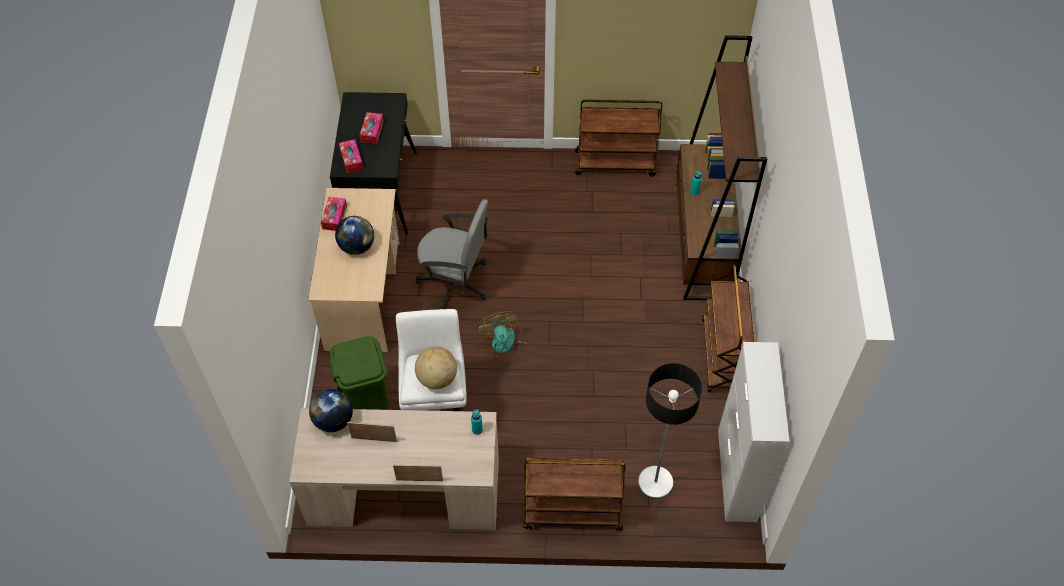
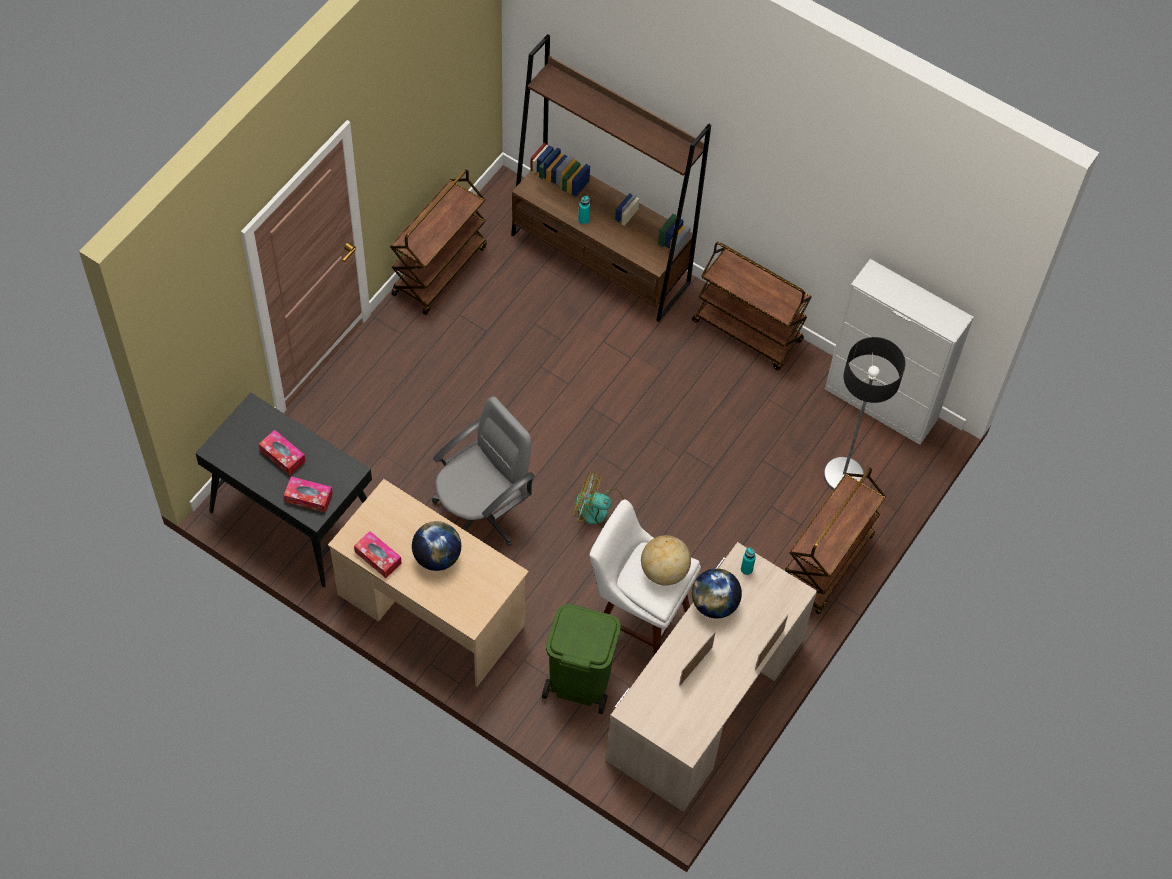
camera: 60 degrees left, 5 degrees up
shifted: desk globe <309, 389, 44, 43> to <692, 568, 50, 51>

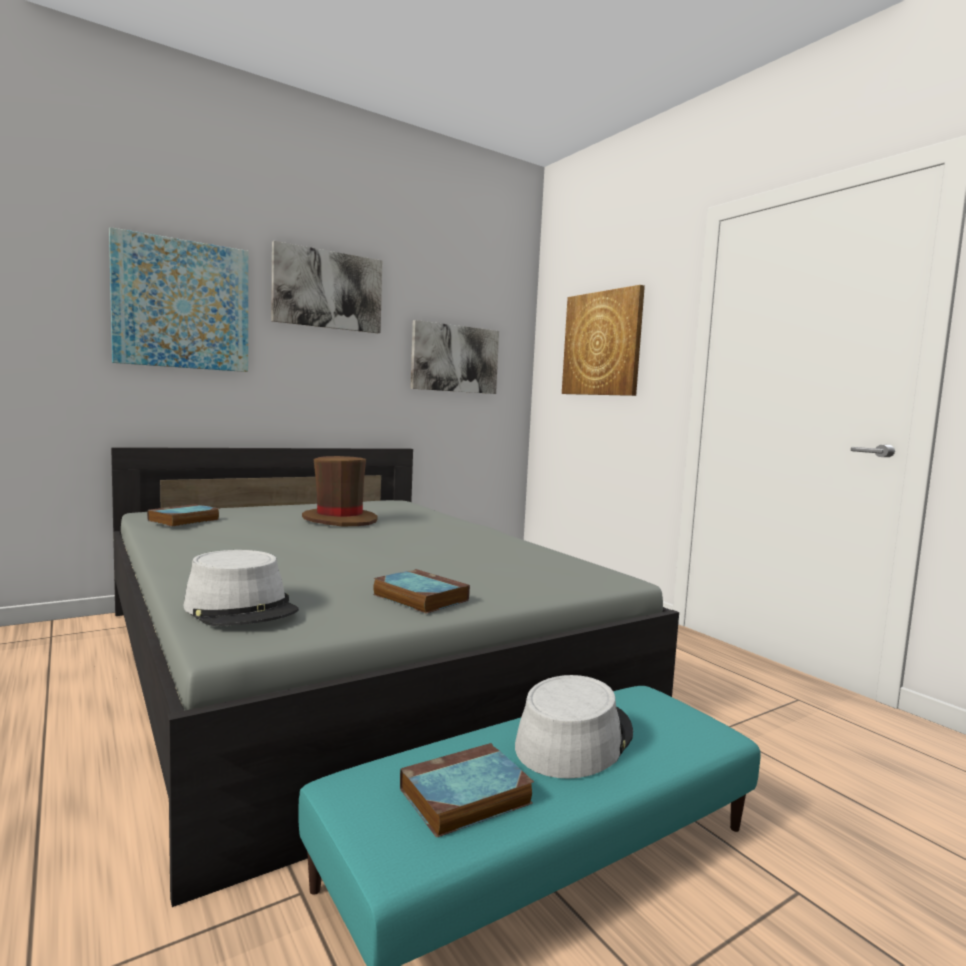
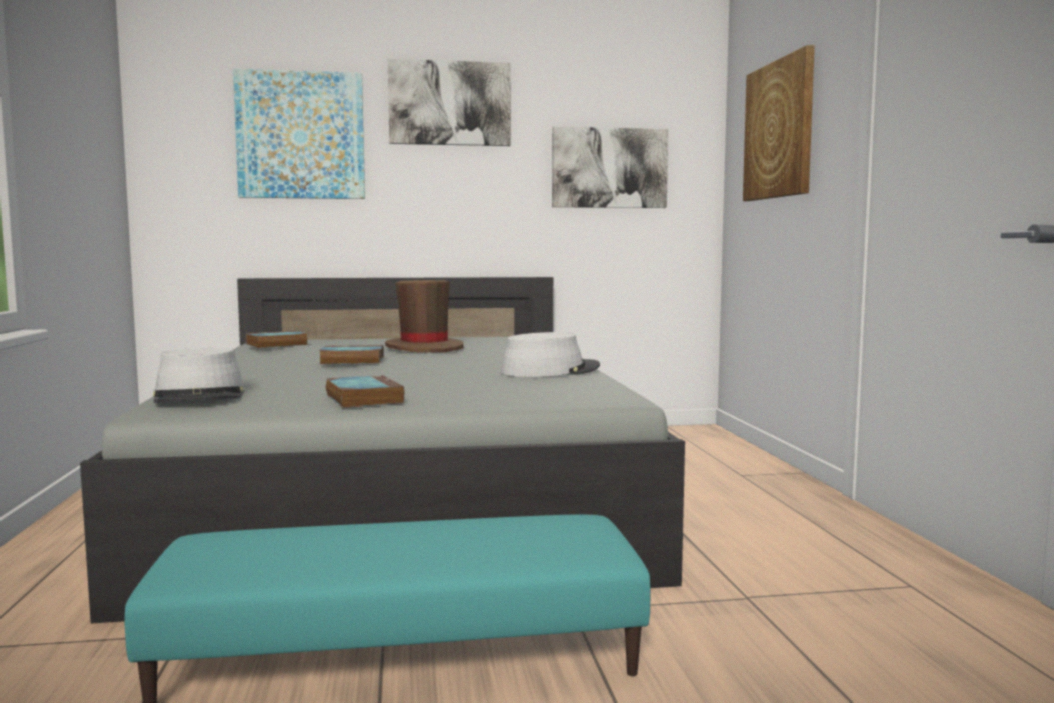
camera: 25 degrees right, 0 degrees up
shifted: bound book <400, 743, 134, 95> to <319, 345, 65, 19>; hat/greyish <515, 675, 118, 104> to <501, 332, 99, 45>

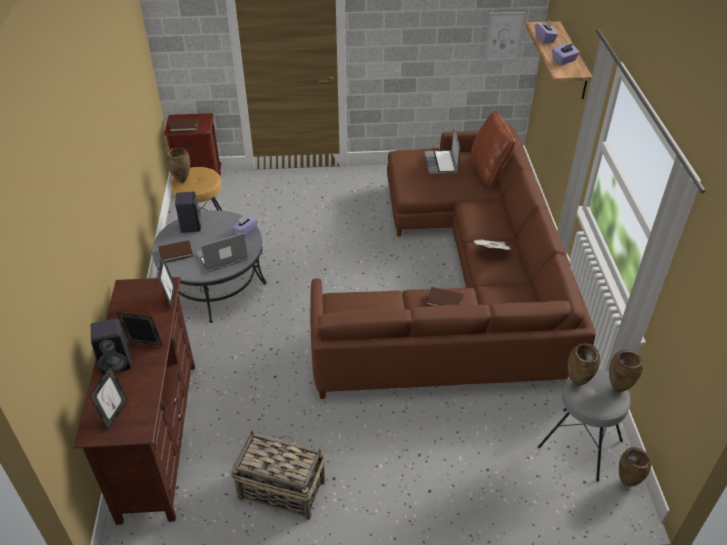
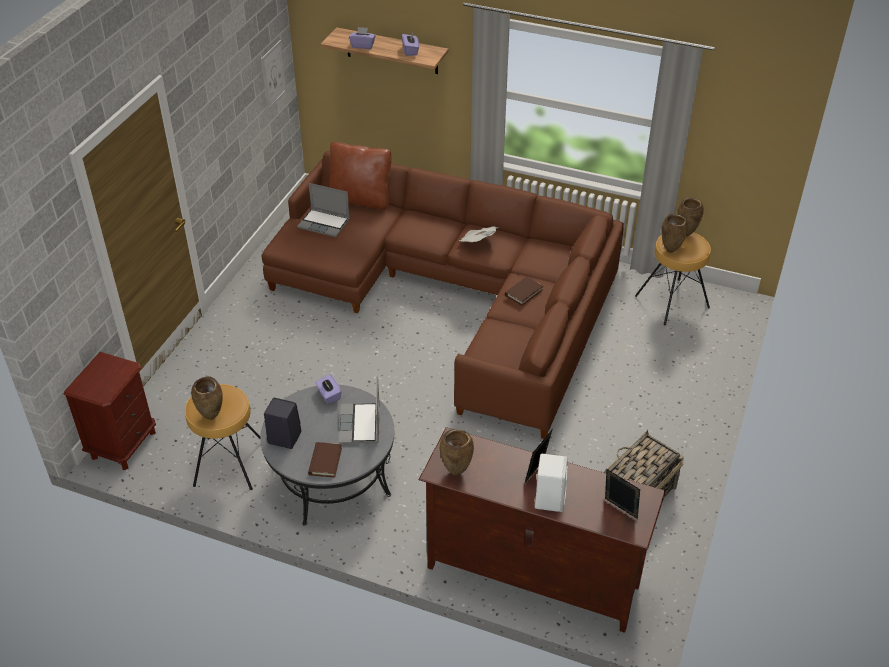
camera: 65 degrees left, 0 degrees up
gone: standing frame <158, 255, 17, 55>; bound book/brownish <169, 118, 29, 14>
shifted: decorative vase/brownish <619, 447, 32, 40> to <440, 429, 34, 47>
repainted: audio speaker/black <91, 318, 40, 57> to audio speaker/whitish <535, 454, 33, 58>; stool seat/greyish <538, 369, 93, 112> to stool seat/brownish <635, 232, 76, 93>

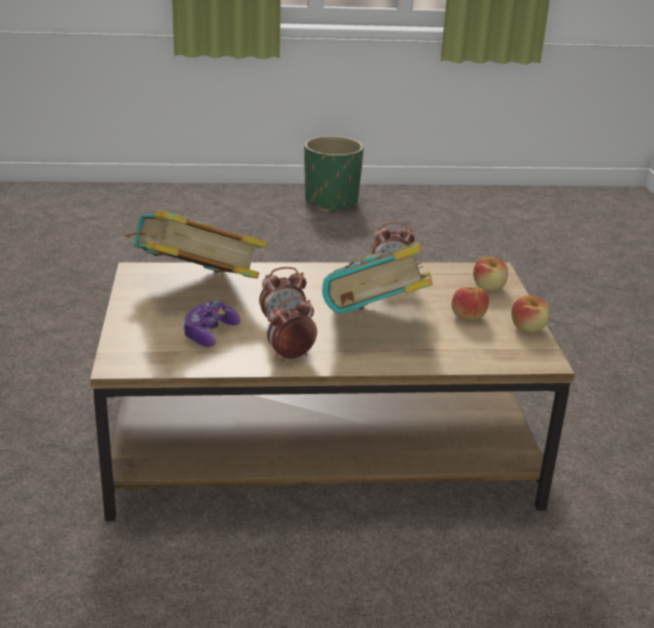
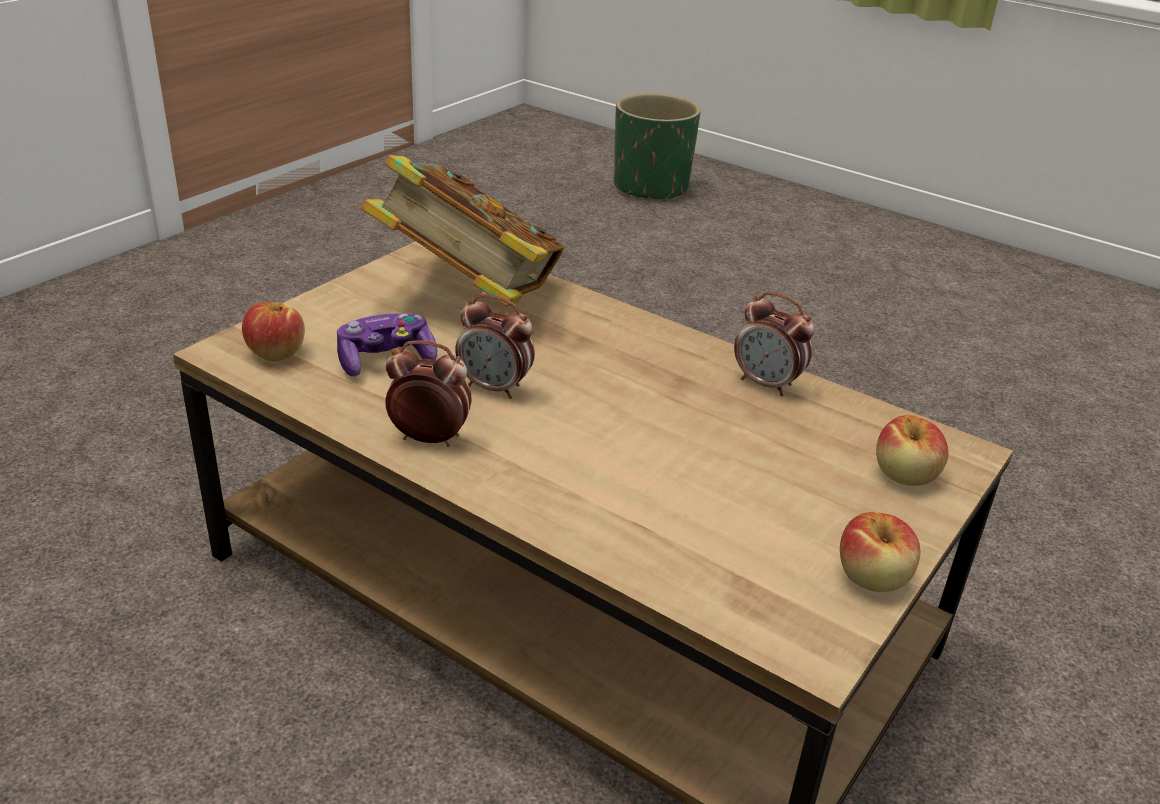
camera: 40 degrees right, 5 degrees up
gone: bound book <322, 242, 111, 72>
shifted: flower pot/green-coloured <304, 136, 60, 76> to <614, 93, 87, 108>; apple fruit <452, 286, 37, 34> to <242, 302, 63, 59>

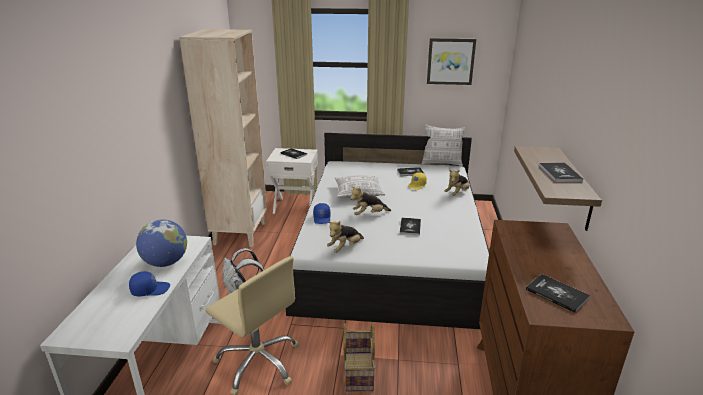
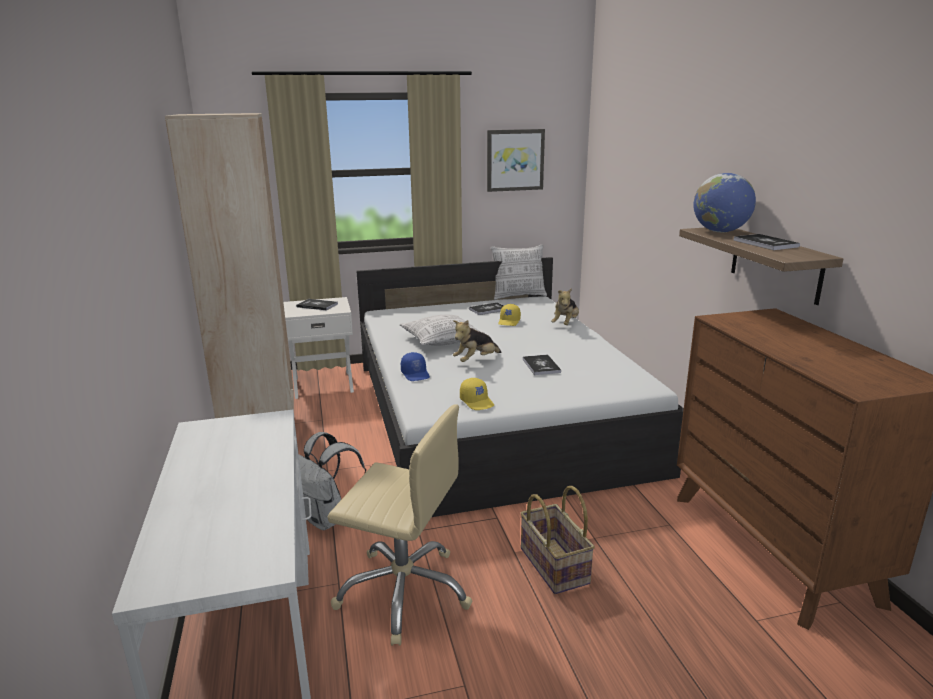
camera: 20 degrees left, 5 degrees down
gone: baseball cap/blue-coloured <129, 271, 41, 26>; bound book <526, 274, 64, 39>
shifted: desk globe <136, 219, 51, 48> to <693, 173, 63, 60>
swapped: soft toy <327, 221, 37, 32> to baseball cap/yellow <460, 378, 34, 32>

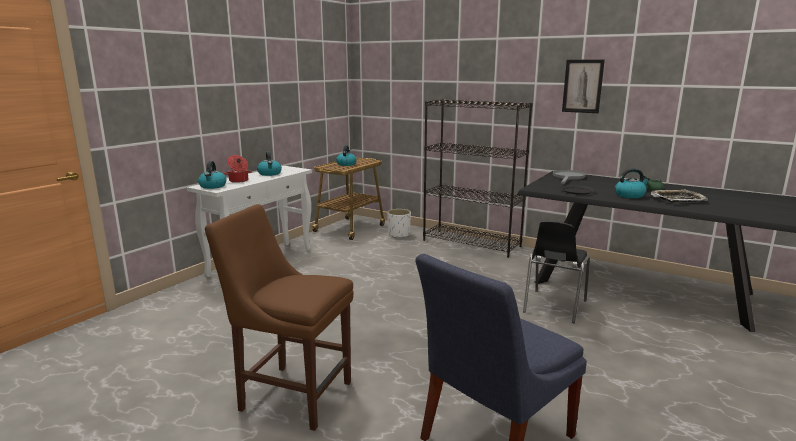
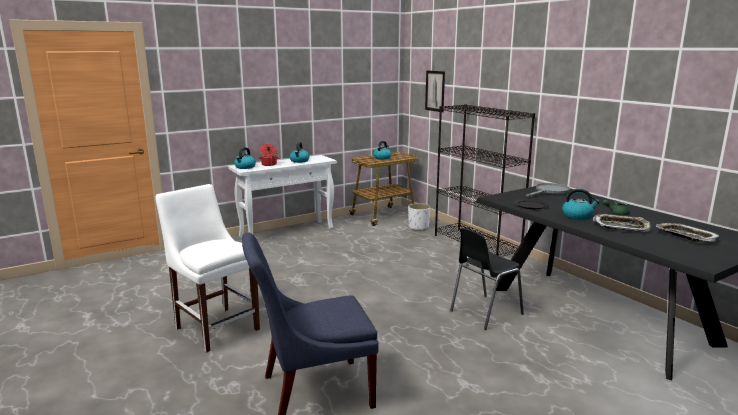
camera: 25 degrees right, 0 degrees up
new: tray <656, 223, 63, 19>
shifted: picture <562, 59, 43, 54> to <425, 71, 20, 41>
repainted: plain chair/brownish <205, 204, 148, 227> to plain chair/whitish <155, 184, 105, 169>

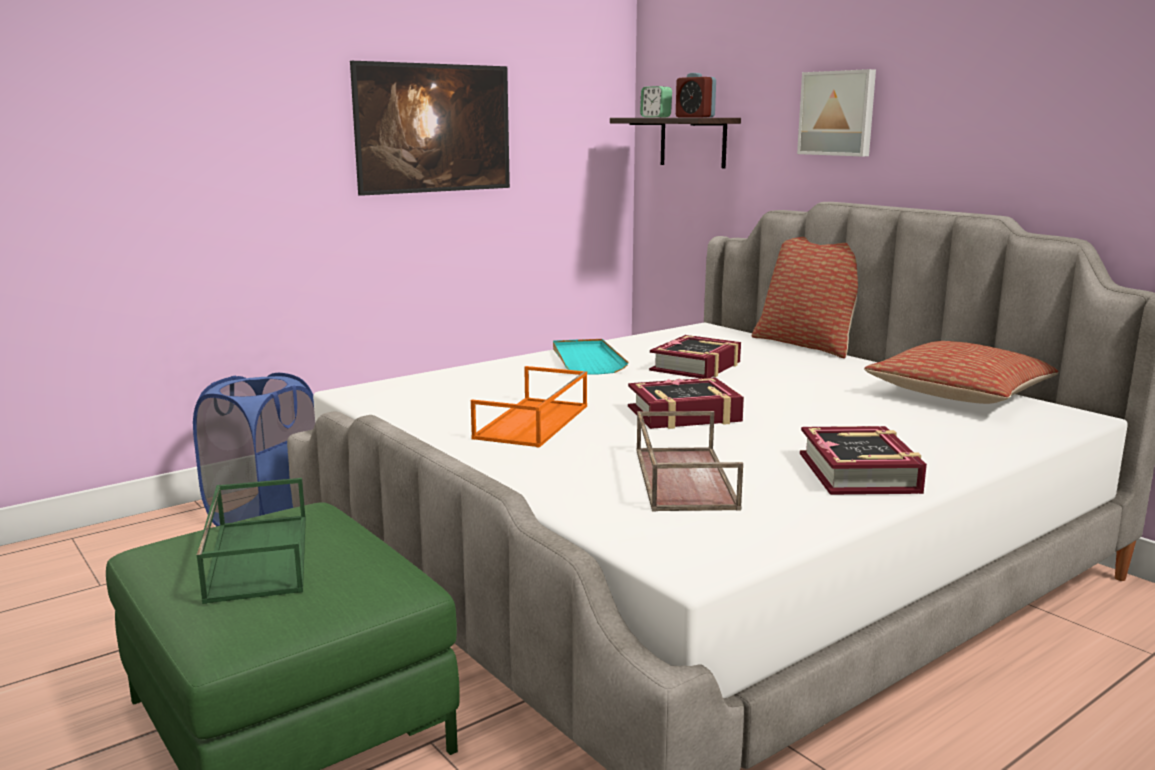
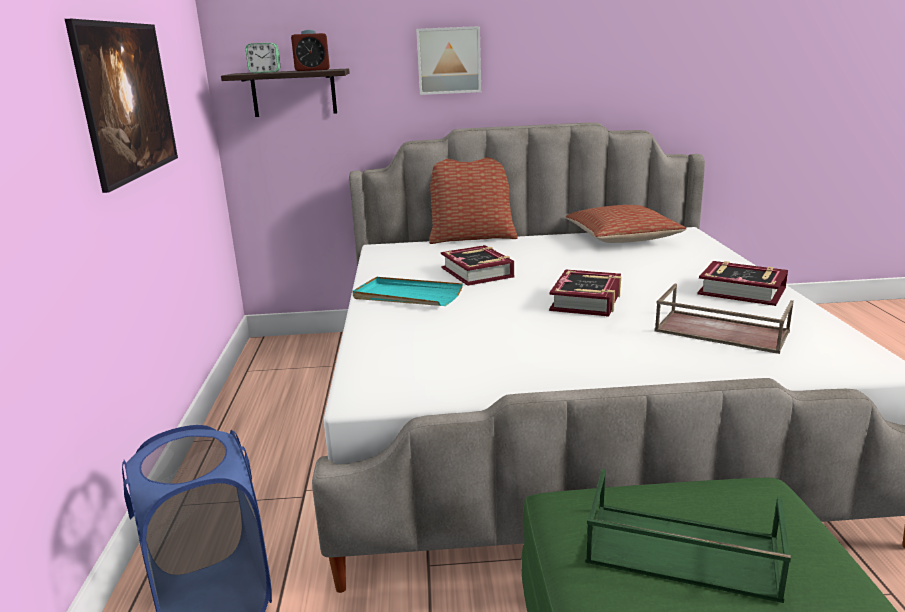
camera: 55 degrees left, 5 degrees up
gone: tray/orange <471, 366, 116, 82>

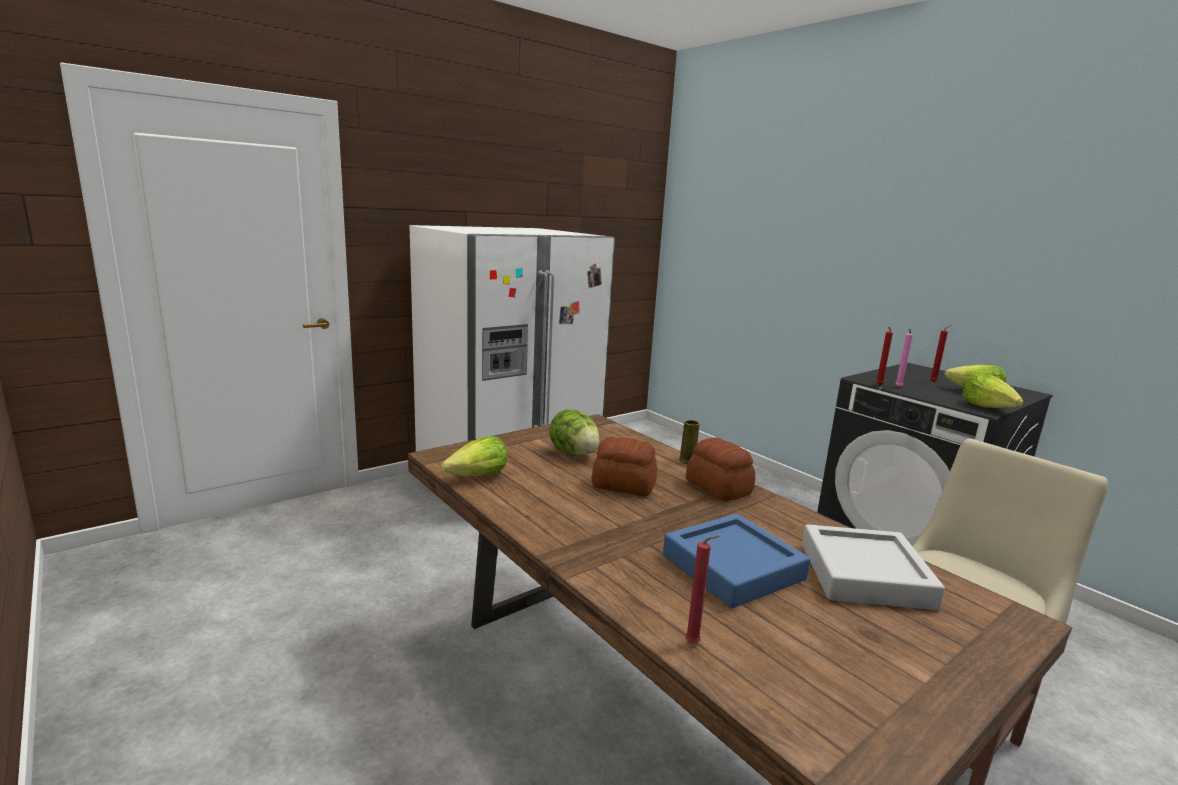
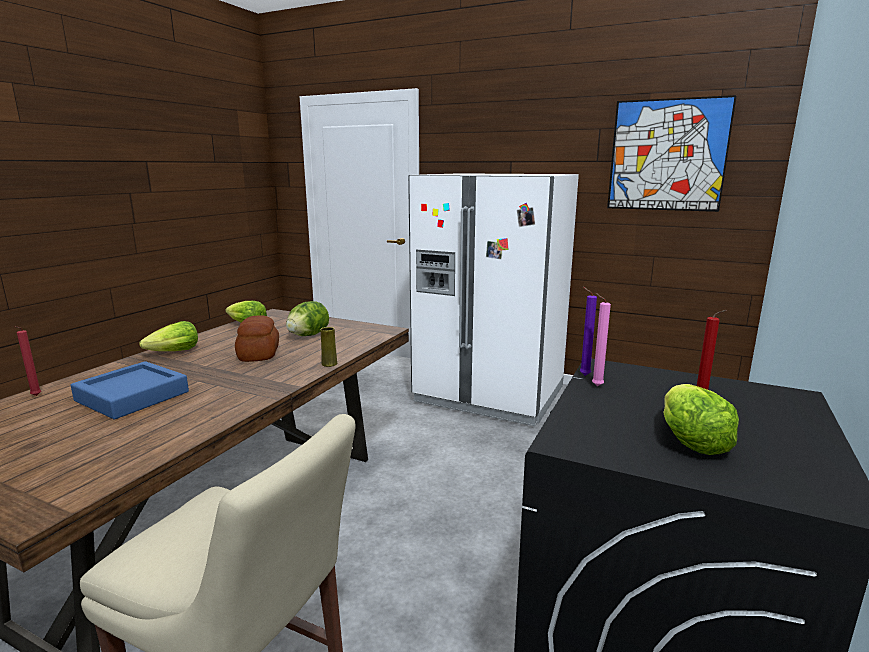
camera: 65 degrees right, 0 degrees up
gone: bread <686, 438, 69, 63>; tray/greyish <802, 524, 143, 86>
new: picture <607, 95, 130, 117>
shifted: lettuce <962, 373, 61, 35> to <139, 321, 59, 30>
repainted: wax light/red <876, 327, 17, 58> to wax light/purplish <580, 287, 17, 89>

